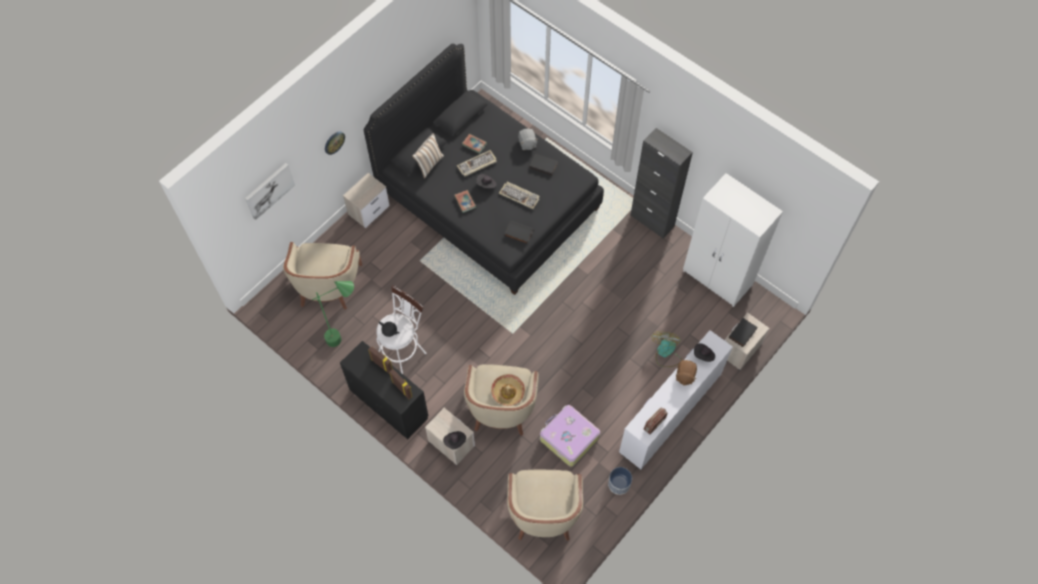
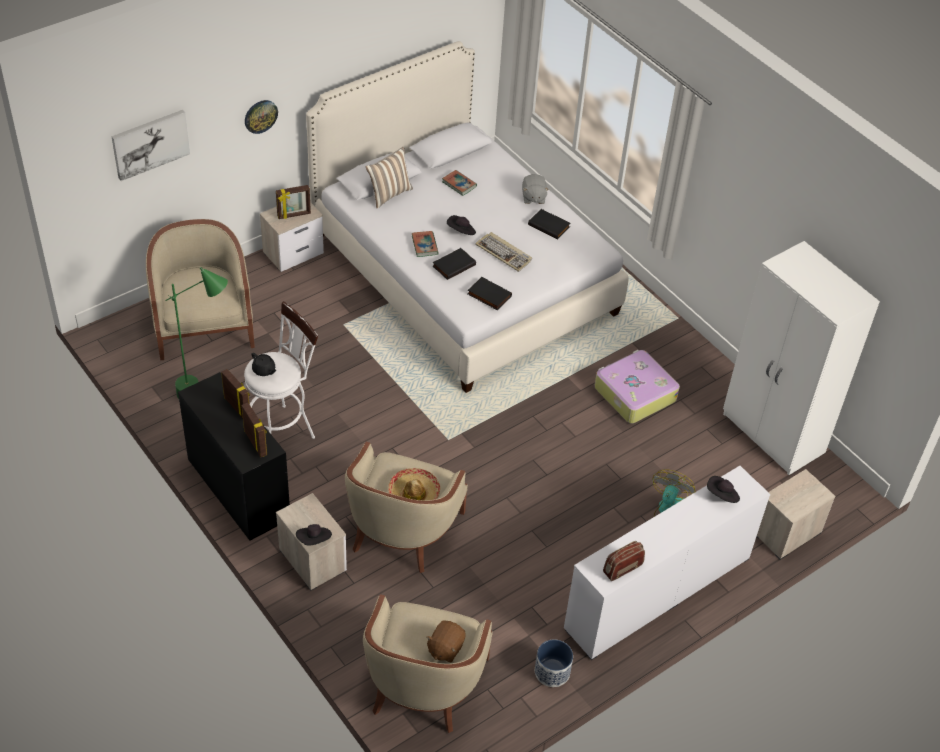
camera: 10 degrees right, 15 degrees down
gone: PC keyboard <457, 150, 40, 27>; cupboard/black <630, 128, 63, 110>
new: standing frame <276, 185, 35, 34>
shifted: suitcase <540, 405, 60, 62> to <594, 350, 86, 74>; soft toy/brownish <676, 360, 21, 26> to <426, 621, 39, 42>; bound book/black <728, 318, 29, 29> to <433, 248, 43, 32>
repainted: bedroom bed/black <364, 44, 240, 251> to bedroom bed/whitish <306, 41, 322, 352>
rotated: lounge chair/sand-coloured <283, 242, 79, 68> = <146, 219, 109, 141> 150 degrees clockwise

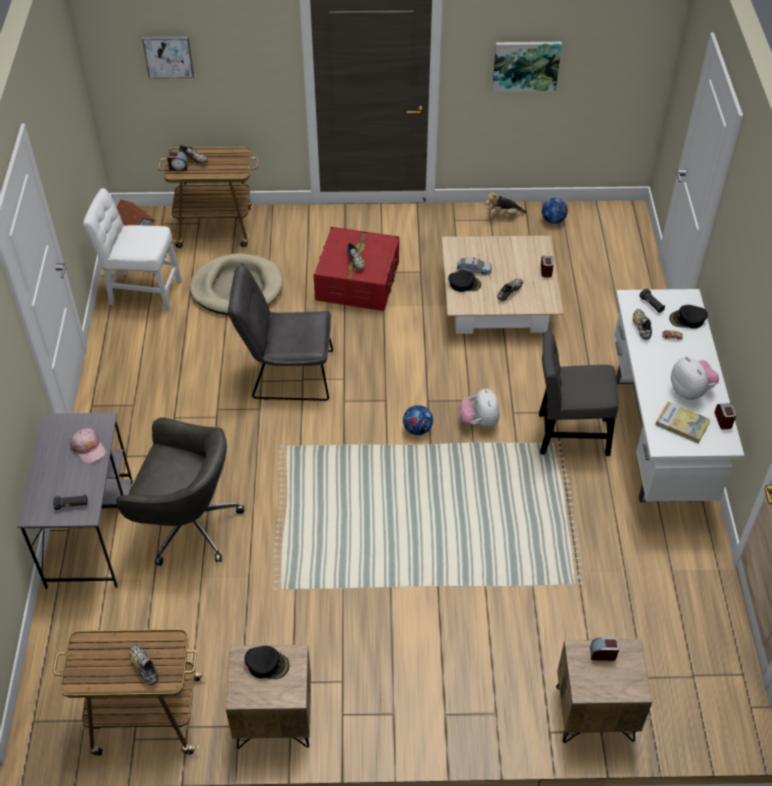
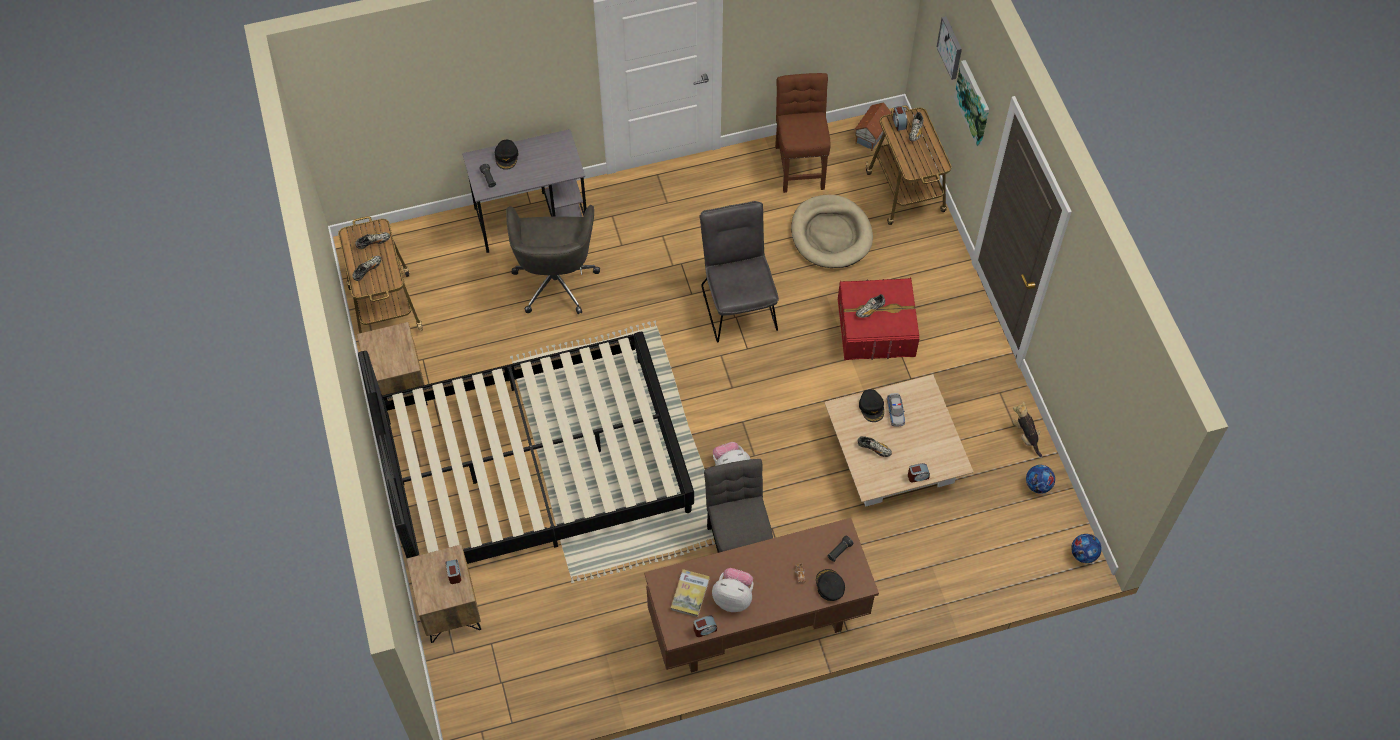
camera: 75 degrees right, 10 degrees up
gone: baseball cap/pink-coloured <70, 428, 36, 36>
new: bedroom bed/black <358, 332, 336, 232>
shifted: baseball cap/black <244, 646, 46, 33> to <495, 140, 23, 30>; ball for football <403, 405, 30, 30> to <1071, 534, 31, 29>; picture <492, 42, 70, 50> to <954, 60, 35, 86>; low shoe <633, 309, 19, 31> to <356, 232, 34, 17>
repainted: plain chair/whitish <83, 188, 99, 123> to plain chair/brownish <775, 73, 56, 120>; desk unit/whitish <614, 289, 130, 213> to desk unit/brownish <644, 518, 235, 154>
rotated: soft toy <671, 357, 48, 43> = <712, 568, 42, 44> 120 degrees counterclockwise

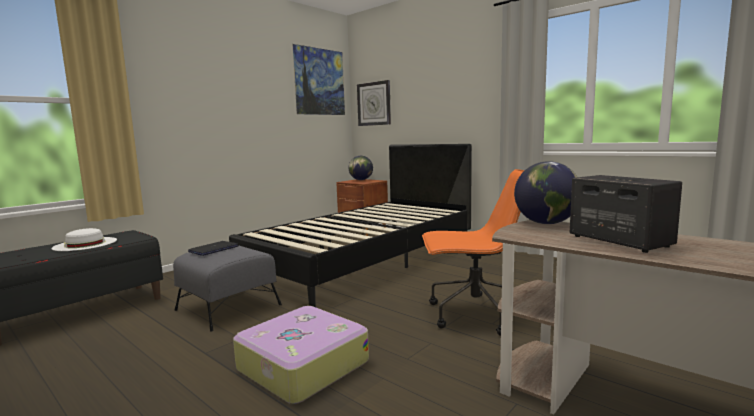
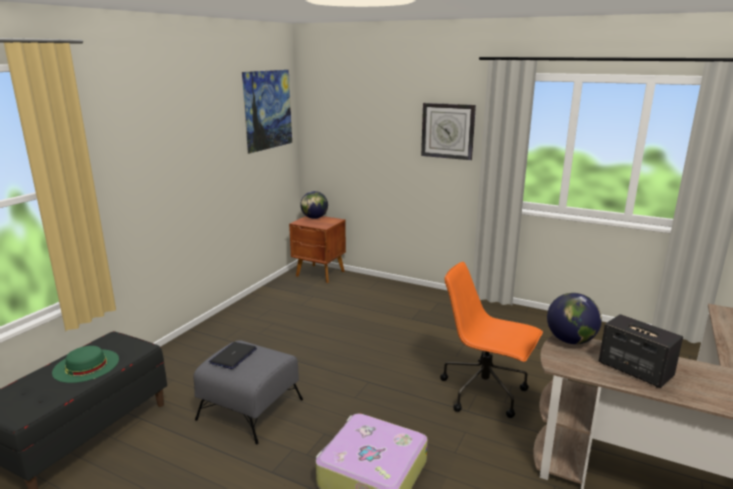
camera: 15 degrees left, 10 degrees up
gone: bedroom bed/black <229, 144, 243, 163>
shifted: hanging clock <357, 80, 34, 46> to <421, 103, 55, 57>
repainted: hat/whitish <51, 228, 66, 23> to hat/green-coloured <52, 346, 67, 37>
rotated: office chair/orange <422, 169, 102, 167> = <440, 262, 103, 156> 135 degrees counterclockwise

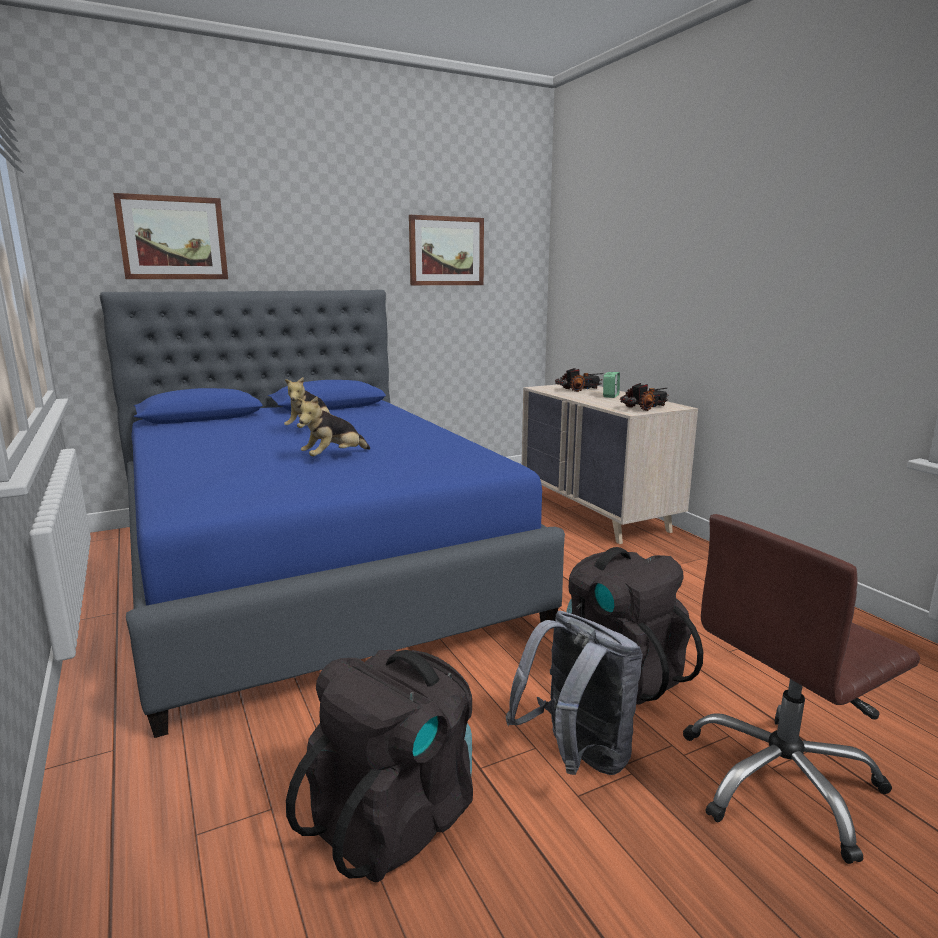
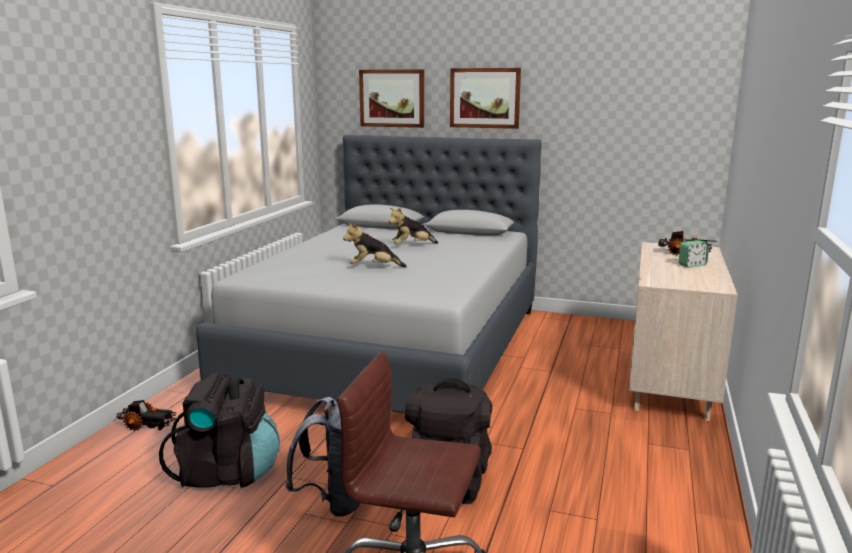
camera: 45 degrees right, 0 degrees up
shifted: picture <409, 215, 75, 70> to <450, 68, 71, 61>; toy truck <620, 383, 49, 28> to <116, 400, 61, 31>
repainted: bedroom bed/blue-coloured <100, 290, 465, 448> to bedroom bed/greyish <196, 135, 346, 278>

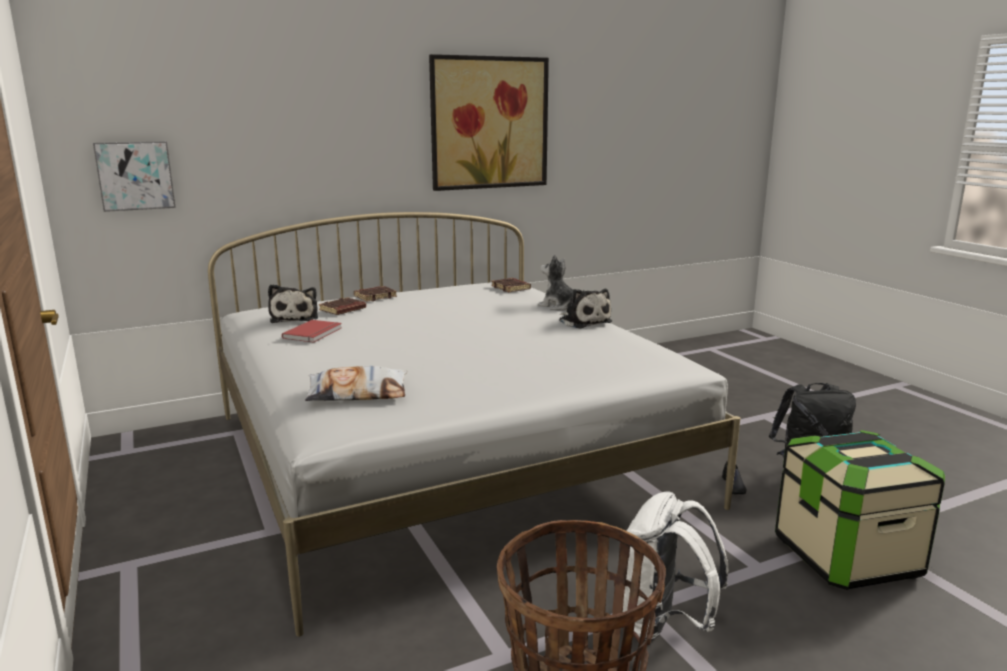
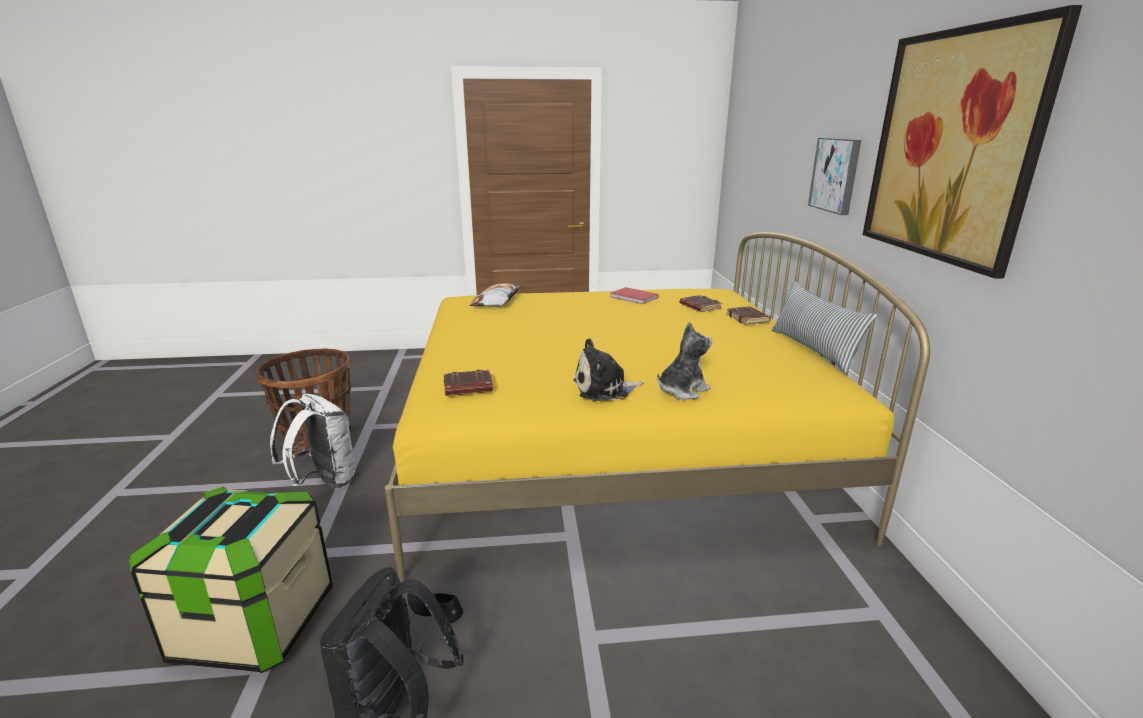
camera: 110 degrees right, 5 degrees up
gone: soft toy <268, 284, 50, 39>
new: cushion <772, 281, 105, 93>
shifted: picture <93, 141, 83, 71> to <808, 138, 53, 77>; bound book/brownish <491, 278, 40, 14> to <443, 370, 50, 26>
repainted: bedroom bed/whitish <208, 212, 532, 425> to bedroom bed/yellow <385, 232, 545, 350>

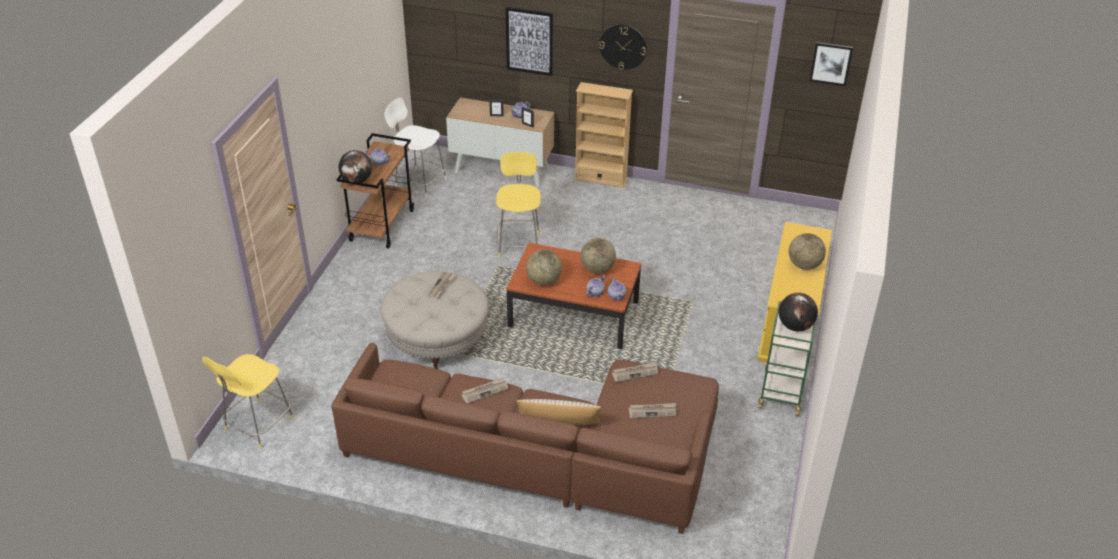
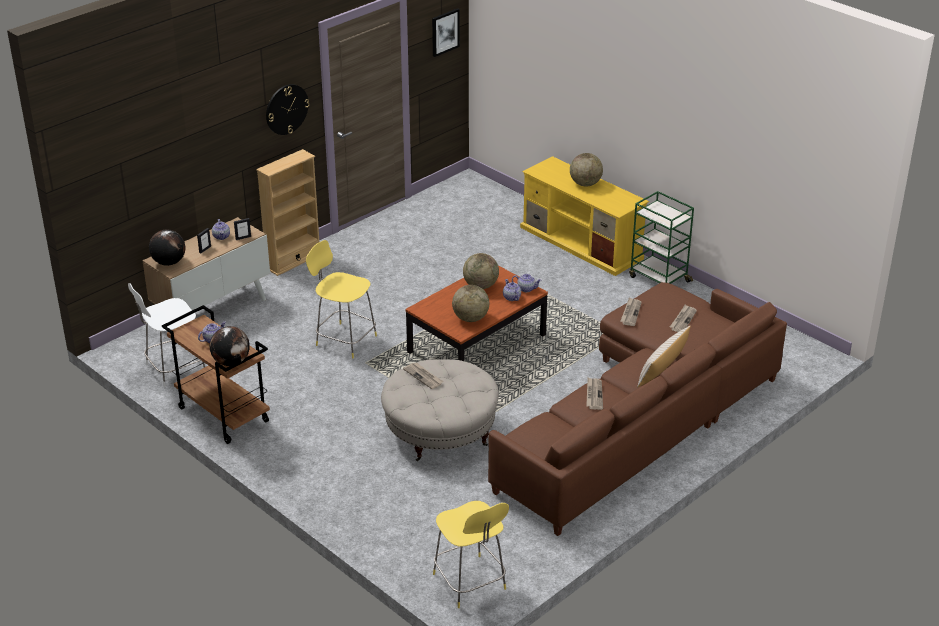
camera: 60 degrees left, 5 degrees down
gone: picture <505, 7, 48, 69>
shifted: desk globe <779, 293, 39, 38> to <149, 230, 37, 36>

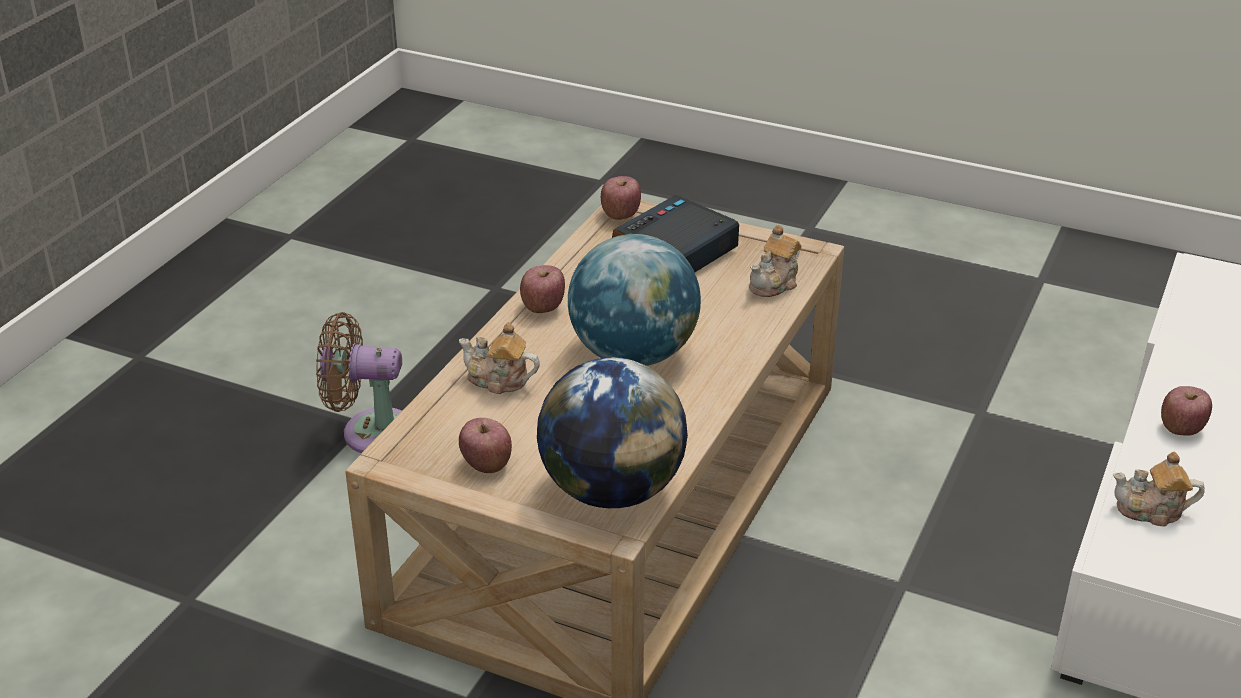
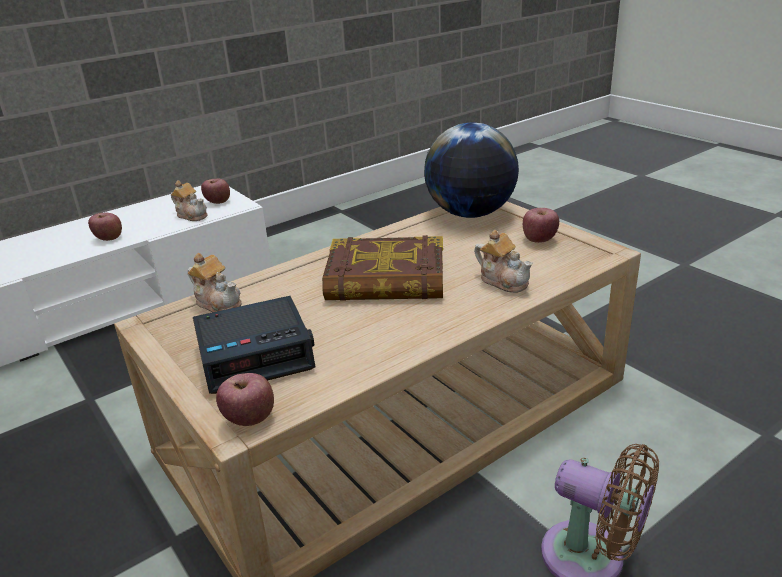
camera: 150 degrees left, 5 degrees down
shifted: apple fruit <520, 265, 45, 48> to <201, 179, 29, 25>
swapped: desk globe <568, 234, 133, 132> to bound book <322, 235, 121, 66>
rotated: pot for tea <749, 225, 53, 72> = <188, 253, 54, 59> 60 degrees clockwise

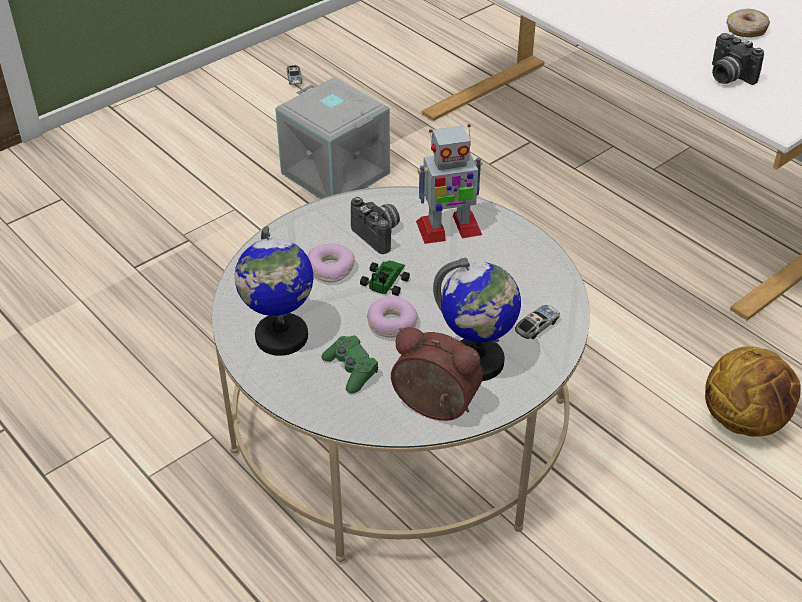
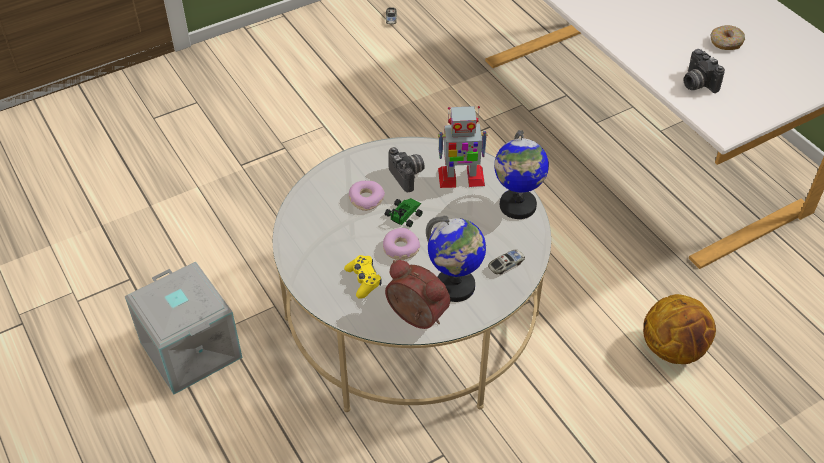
camera: 10 degrees right, 5 degrees up
shifted: desk globe <235, 226, 78, 130> to <494, 130, 55, 89>; storage container/greyish <275, 77, 115, 122> to <125, 262, 117, 132>
repainted: joypad/green-coloured <321, 335, 57, 59> to joypad/yellow <344, 255, 38, 44>

